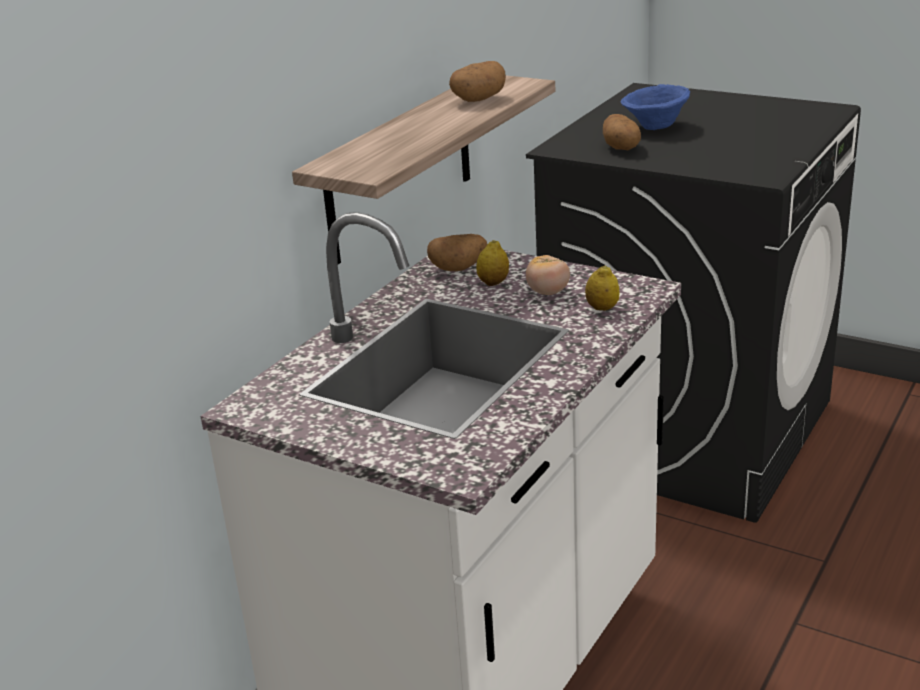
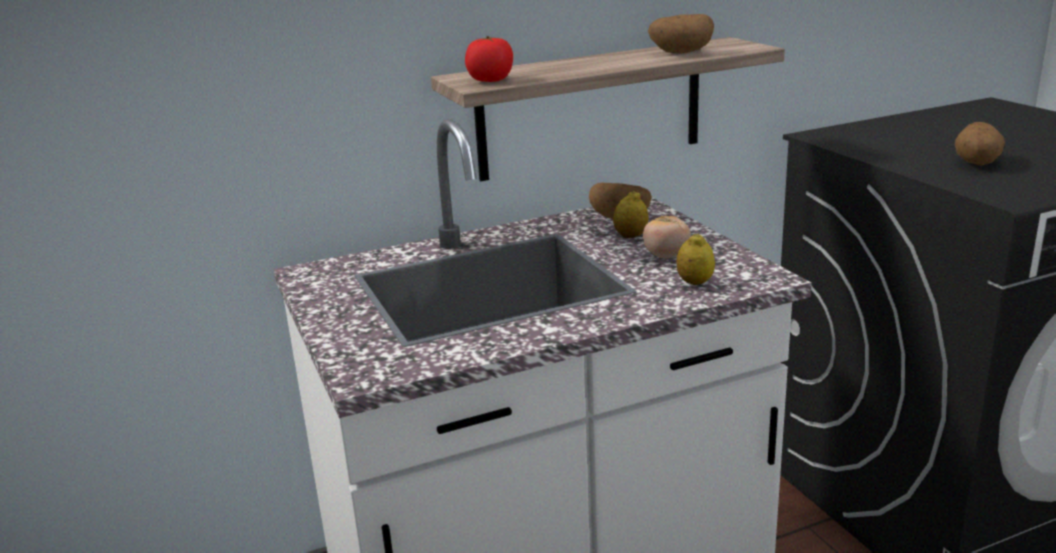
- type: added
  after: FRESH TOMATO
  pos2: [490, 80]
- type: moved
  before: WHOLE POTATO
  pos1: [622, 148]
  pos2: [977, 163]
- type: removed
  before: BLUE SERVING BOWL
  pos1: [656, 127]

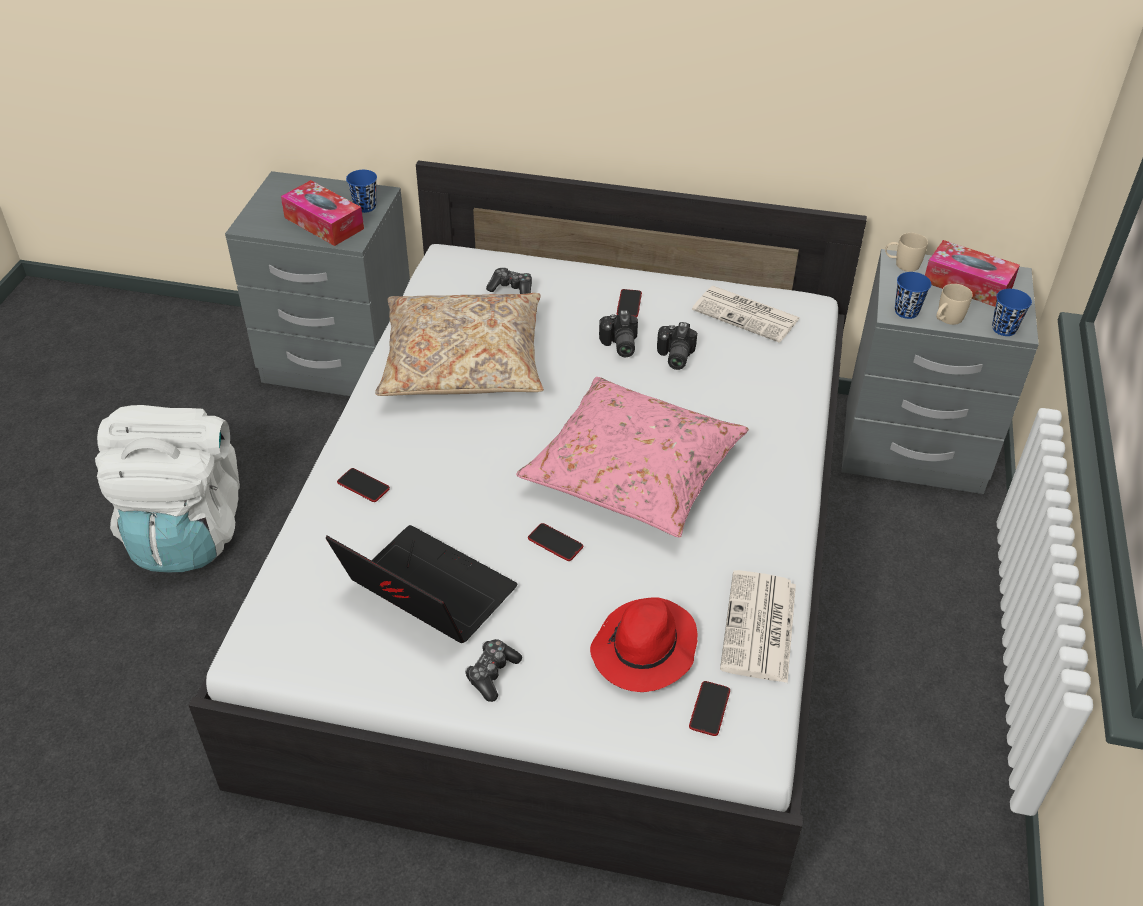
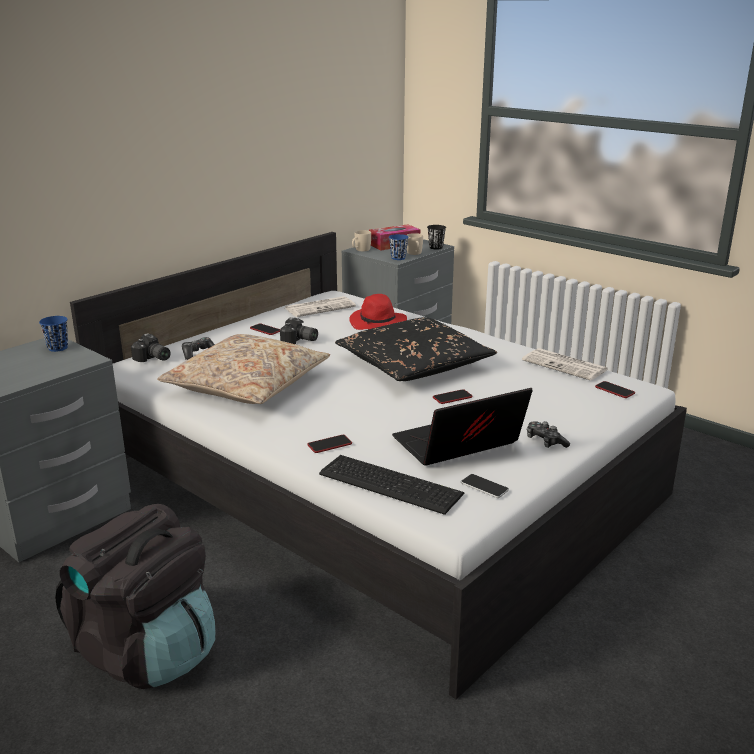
- type: recoloured
  before: WHITE-COLOURED RUCKSACK
  after: BLACK RUCKSACK
  pos1: [187, 530]
  pos2: [147, 651]
- type: moved
  before: PHOTO CAMERA
  pos1: [674, 356]
  pos2: [152, 359]
- type: added
  after: PC KEYBOARD
  pos2: [390, 482]
- type: recoloured
  before: PINKISH CUSHION
  after: BLACK CUSHION
  pos1: [633, 471]
  pos2: [413, 364]
- type: moved
  before: RED CLOTHING HAT
  pos1: [644, 650]
  pos2: [378, 323]
- type: recoloured
  before: BLUE DRINKING CUP
  after: BLACK DRINKING CUP
  pos1: [1004, 329]
  pos2: [436, 247]
- type: added
  after: TELEPHONE
  pos2: [484, 487]
- type: removed
  before: TISSUE BOX
  pos1: [324, 223]

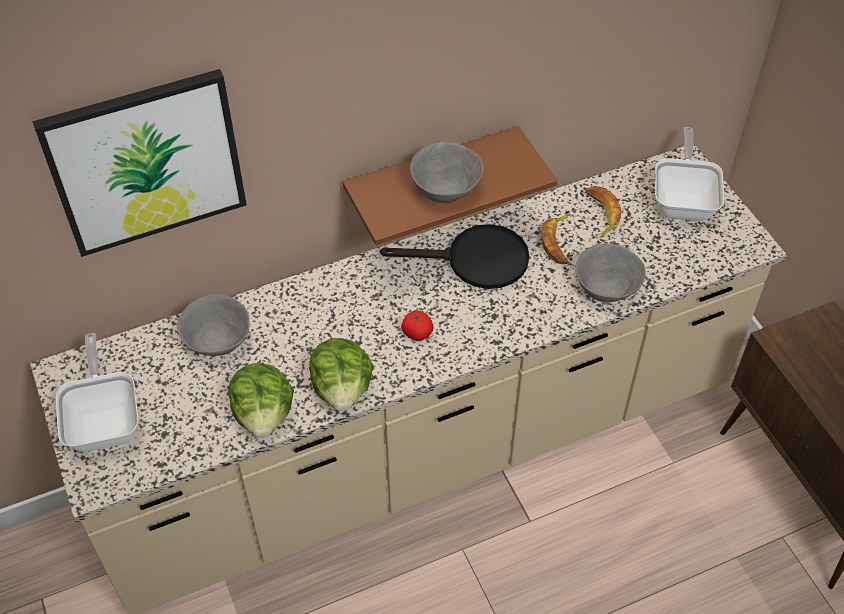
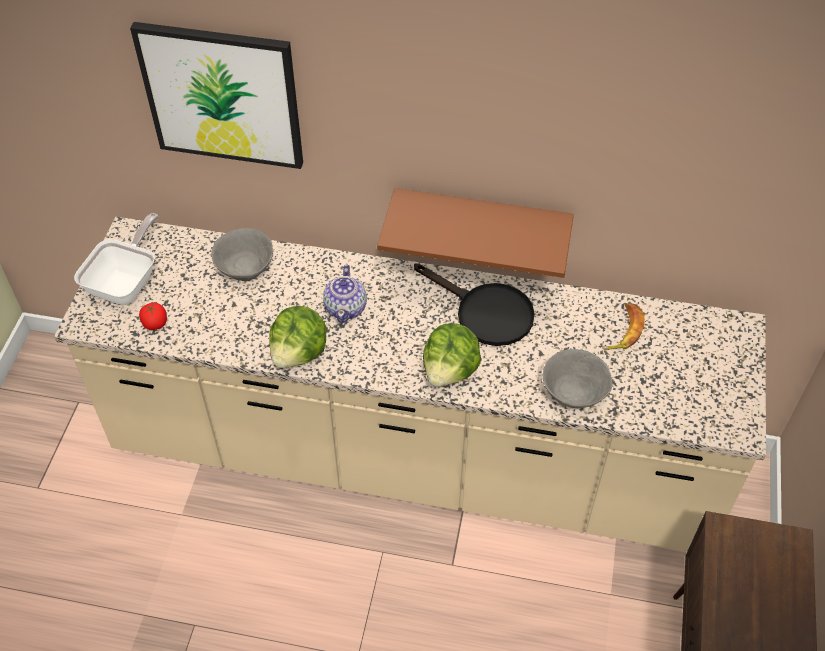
- type: moved
  before: FRESH TOMATO
  pos1: [417, 333]
  pos2: [155, 323]
- type: added
  after: TEAPOT
  pos2: [346, 308]
- type: moved
  before: LETTUCE
  pos1: [264, 415]
  pos2: [450, 371]
- type: removed
  before: GRAY SERVING BOWL
  pos1: [445, 190]
- type: removed
  before: BANANA
  pos1: [558, 242]
- type: removed
  before: SKILLET
  pos1: [684, 200]

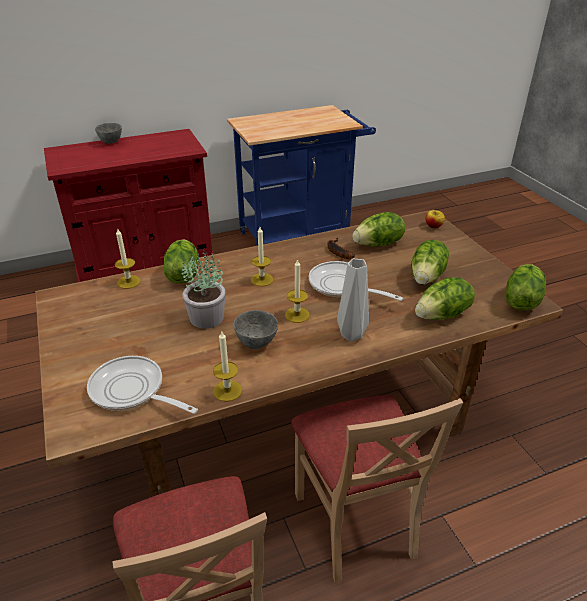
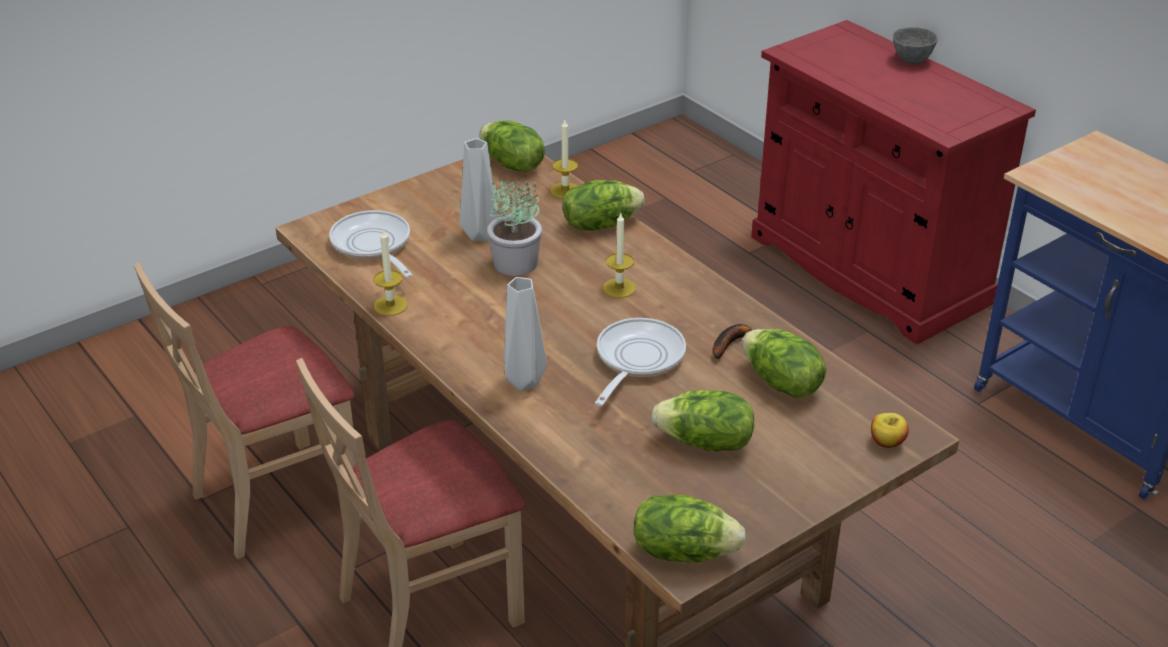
- type: turned
  before: SKILLET
  pos1: [132, 391]
  pos2: [373, 246]
  turn: -45
- type: added
  after: GRAY VASE
  pos2: [481, 235]
- type: moved
  before: LETTUCE
  pos1: [443, 315]
  pos2: [511, 165]
- type: removed
  before: GRAY SERVING BOWL
  pos1: [256, 343]
- type: removed
  before: WAX CANDLE
  pos1: [297, 315]

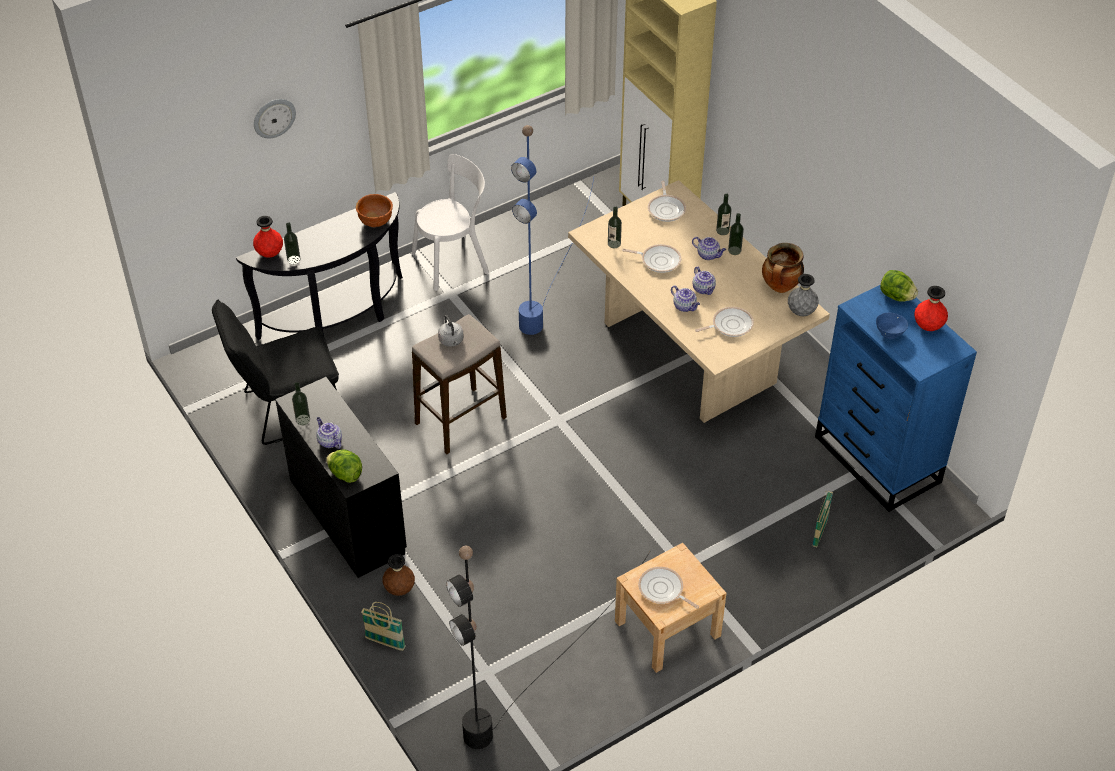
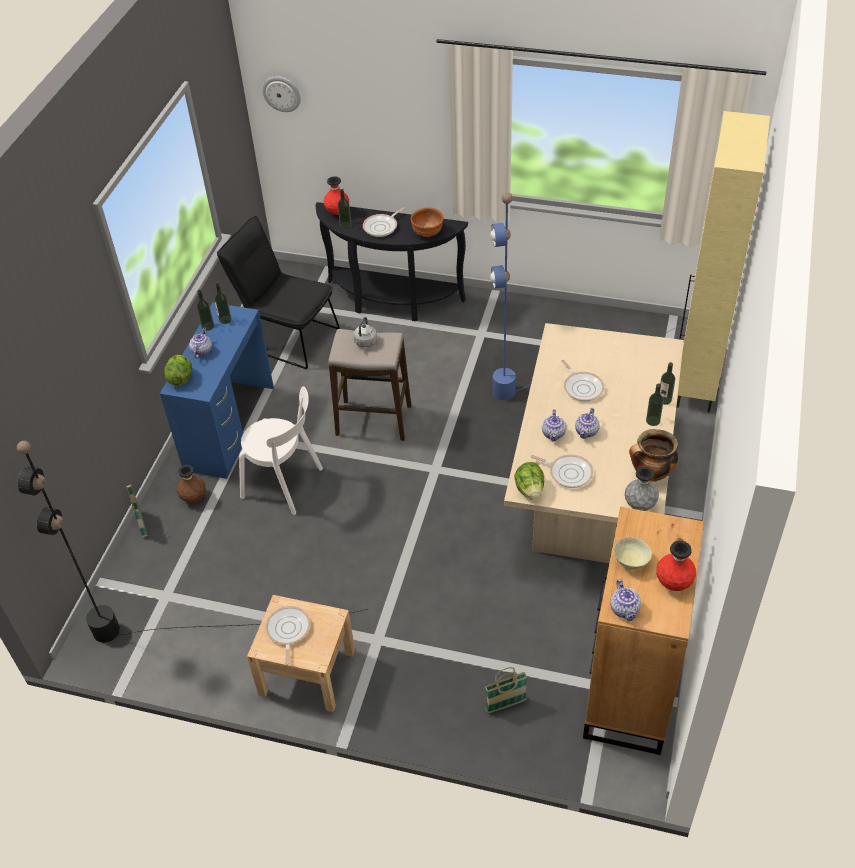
- type: recoloured
  before: BLACK DESK TABLE
  after: BLUE DESK TABLE
  pos1: [346, 516]
  pos2: [229, 427]
- type: moved
  before: BEVERAGE BOTTLE
  pos1: [614, 244]
  pos2: [225, 319]
- type: moved
  before: WHITE-COLOURED PLAIN CHAIR
  pos1: [454, 261]
  pos2: [285, 484]
- type: moved
  before: HANGING CLOCK
  pos1: [274, 117]
  pos2: [282, 93]
- type: moved
  before: SKILLET
  pos1: [666, 209]
  pos2: [382, 227]
- type: moved
  before: LETTUCE
  pos1: [896, 296]
  pos2: [529, 490]
- type: recoloured
  before: BLUE CHEST OF DRAWERS
  after: BROWN-COLOURED CHEST OF DRAWERS
  pos1: [878, 460]
  pos2: [629, 691]
- type: moved
  before: TEAPOT
  pos1: [708, 255]
  pos2: [625, 610]
- type: recoloured
  before: BLUE SERVING BOWL
  after: SAND-COLOURED SERVING BOWL
  pos1: [890, 333]
  pos2: [631, 562]

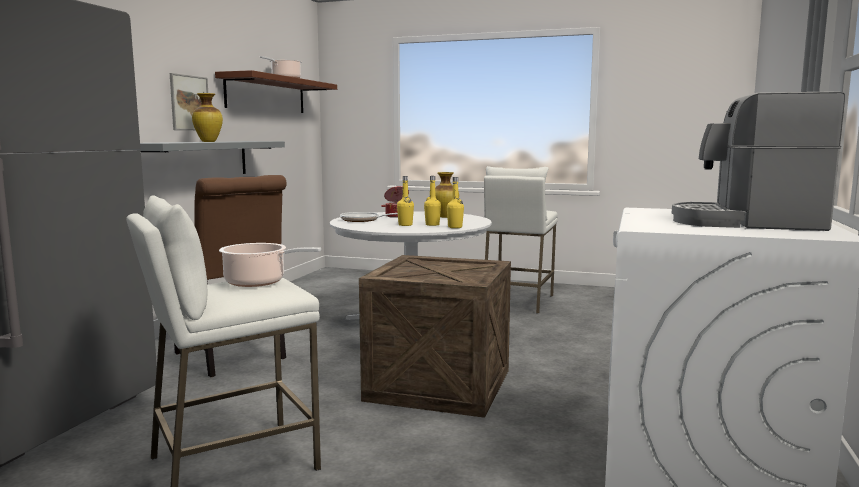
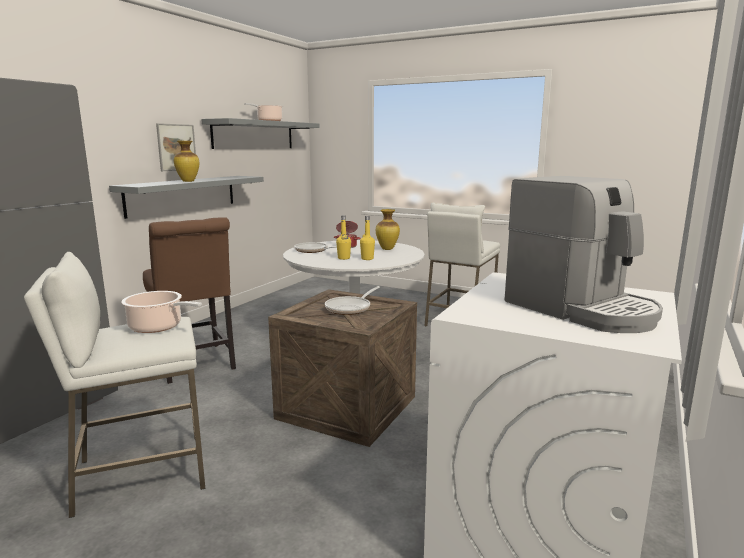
- type: recoloured
  before: BROWN-COLOURED BRACKET SHELF
  after: GRAY BRACKET SHELF
  pos1: [266, 95]
  pos2: [254, 135]
- type: added
  after: SKILLET
  pos2: [350, 308]
- type: turned
  before: COFFEE MACHINE
  pos1: [746, 223]
  pos2: [581, 310]
  turn: -150
- type: removed
  before: YELLOW BEVERAGE BOTTLE
  pos1: [455, 227]

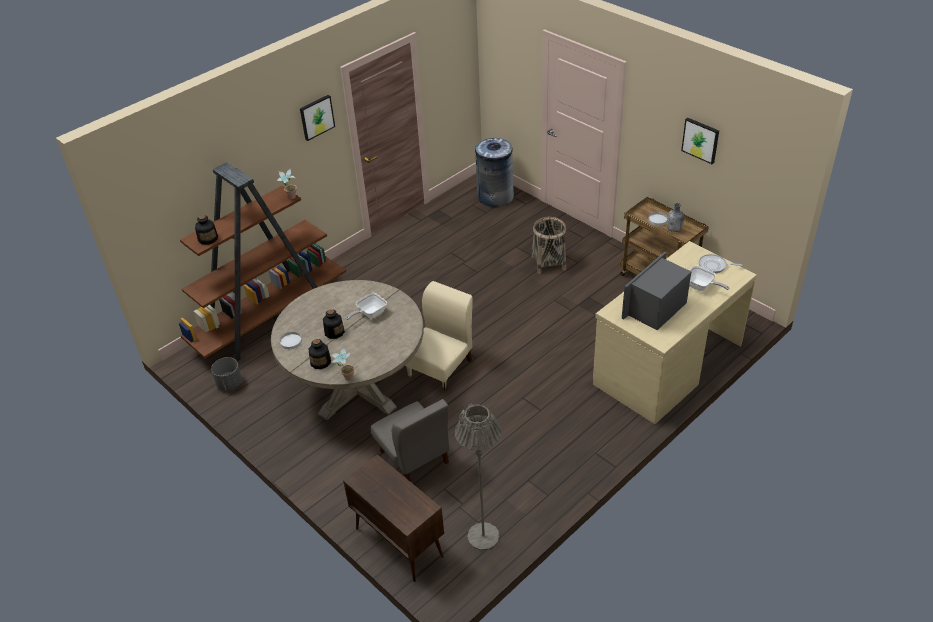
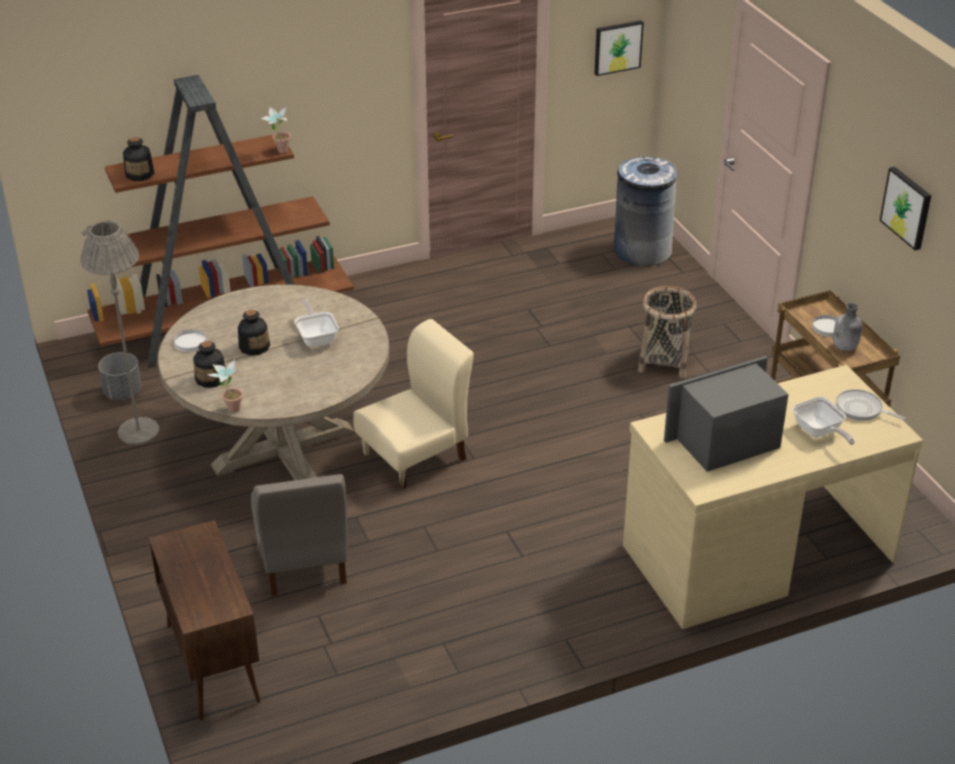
- type: moved
  before: GRAY FLOOR LAMP
  pos1: [483, 536]
  pos2: [138, 431]
- type: turned
  before: SKILLET
  pos1: [369, 314]
  pos2: [316, 337]
  turn: 90
- type: moved
  before: WALL PICTURE
  pos1: [316, 117]
  pos2: [617, 47]

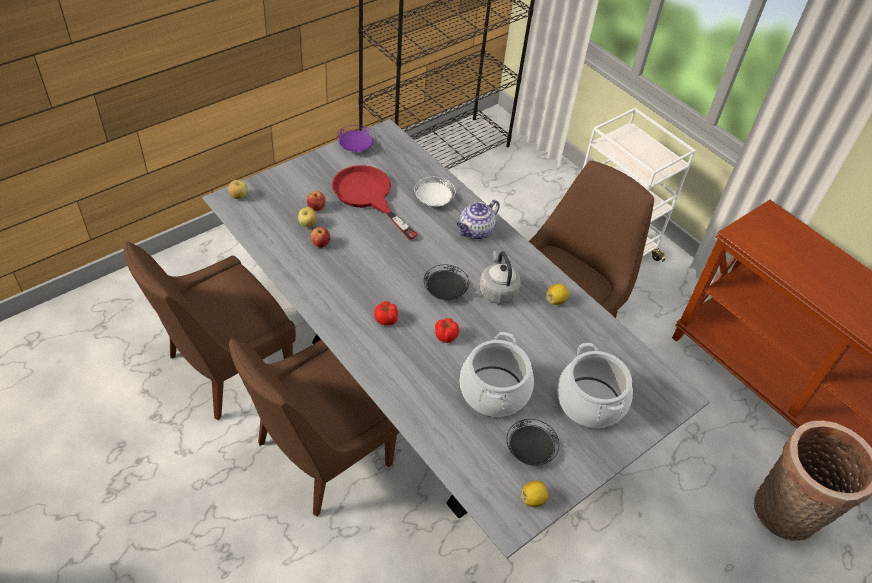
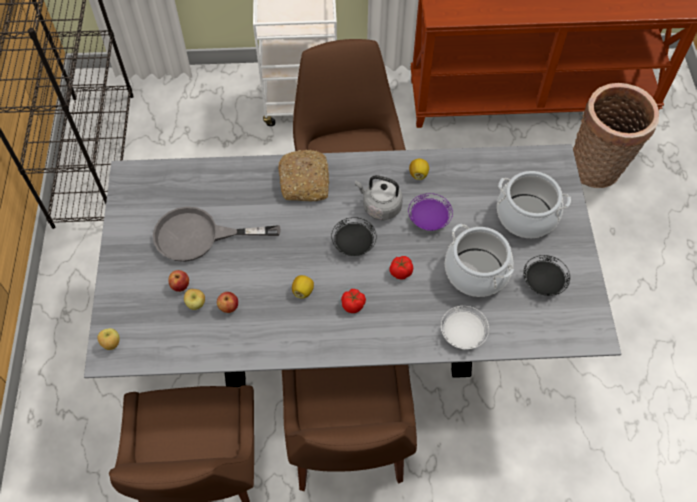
- type: recoloured
  before: RED SKILLET
  after: GRAY SKILLET
  pos1: [368, 196]
  pos2: [199, 236]
- type: replaced
  before: TEAPOT
  after: BAKERY BREAD
  pos1: [475, 231]
  pos2: [305, 182]
- type: moved
  before: CITRUS FRUIT
  pos1: [533, 499]
  pos2: [303, 291]
- type: moved
  before: PURPLISH FLAT DISH
  pos1: [356, 147]
  pos2: [429, 219]
- type: moved
  before: WHITE-COLOURED FLAT DISH
  pos1: [434, 200]
  pos2: [462, 333]

